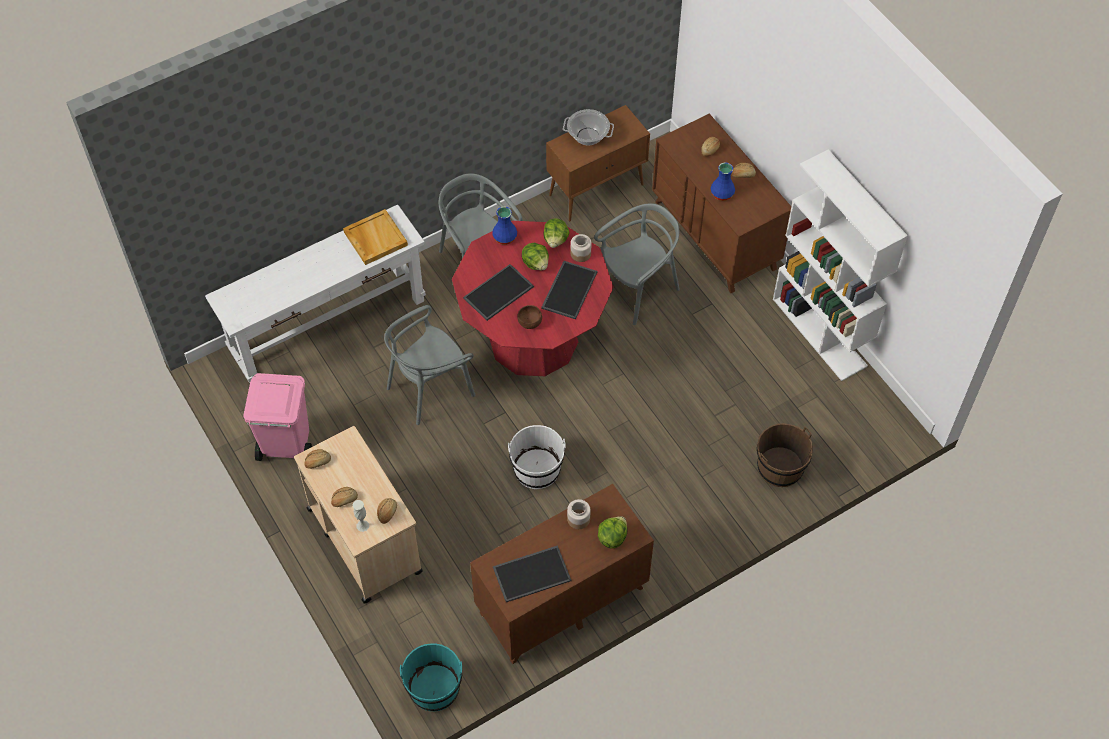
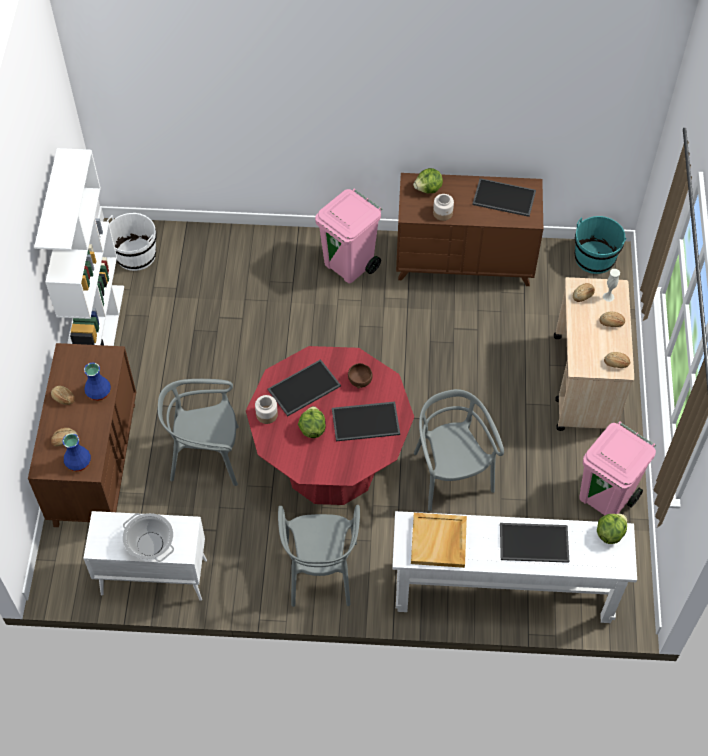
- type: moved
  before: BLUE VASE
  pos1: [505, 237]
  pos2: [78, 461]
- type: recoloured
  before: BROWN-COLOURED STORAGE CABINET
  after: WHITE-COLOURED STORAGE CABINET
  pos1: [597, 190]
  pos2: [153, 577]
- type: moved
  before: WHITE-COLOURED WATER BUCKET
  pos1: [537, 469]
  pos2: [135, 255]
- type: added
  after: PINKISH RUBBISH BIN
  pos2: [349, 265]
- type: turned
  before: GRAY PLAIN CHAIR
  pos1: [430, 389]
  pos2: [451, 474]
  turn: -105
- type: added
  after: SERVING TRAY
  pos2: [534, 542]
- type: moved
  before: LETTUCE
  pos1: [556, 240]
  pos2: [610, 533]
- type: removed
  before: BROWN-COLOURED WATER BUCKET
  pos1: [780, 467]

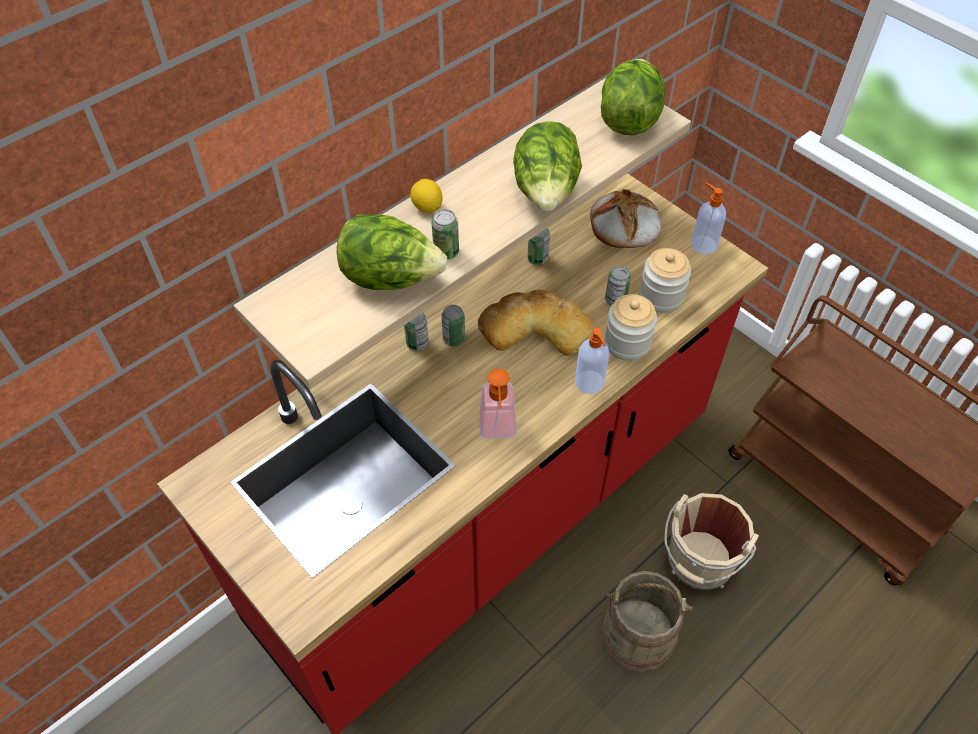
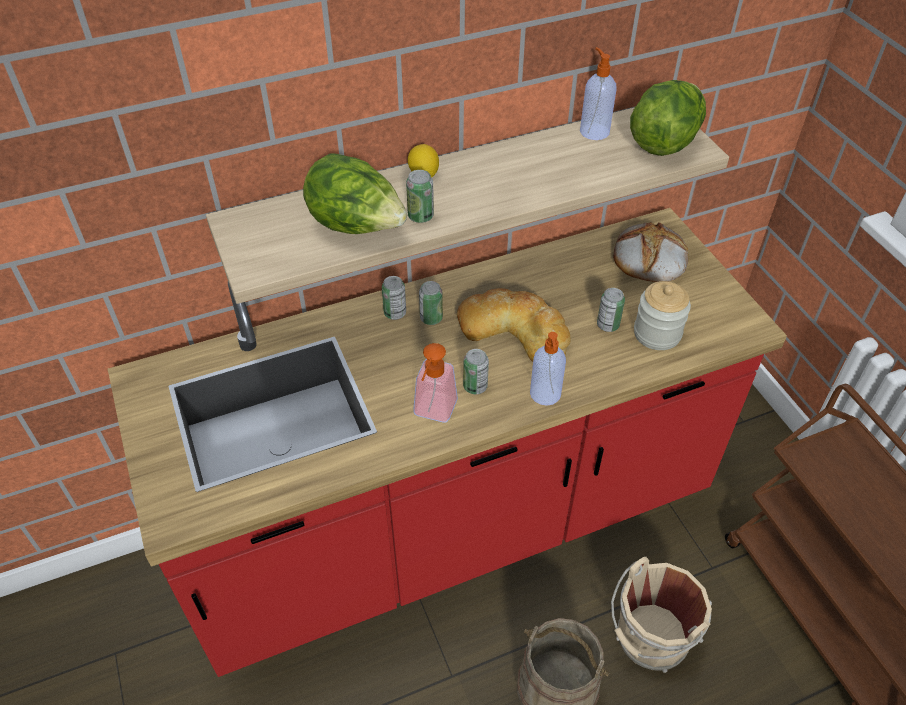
- type: moved
  before: METAL CAN
  pos1: [537, 258]
  pos2: [475, 386]
- type: moved
  before: LIQUID SOAP BOTTLE
  pos1: [703, 244]
  pos2: [594, 131]
- type: removed
  before: LETTUCE
  pos1: [546, 193]
- type: removed
  before: JAR
  pos1: [627, 343]

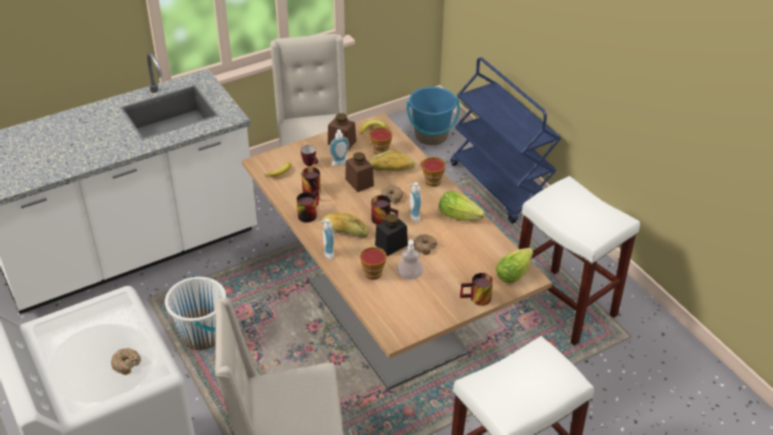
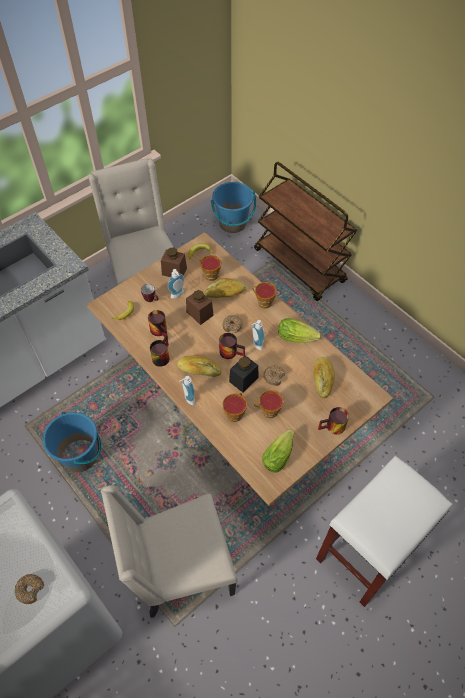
- type: recoloured
  before: WHITE-COLOURED WATER BUCKET
  after: BLUE WATER BUCKET
  pos1: [202, 335]
  pos2: [80, 456]
- type: recoloured
  before: BLUE TROLLEY
  after: BROWN-COLOURED TROLLEY
  pos1: [500, 186]
  pos2: [300, 266]
- type: replaced
  before: LIQUID SOAP BOTTLE
  after: DRINKING CUP
  pos1: [409, 275]
  pos2: [268, 411]
- type: moved
  before: LETTUCE
  pos1: [515, 272]
  pos2: [279, 454]
- type: added
  after: BAKERY BREAD
  pos2: [322, 379]
- type: removed
  before: WHITE-COLOURED STOOL SEAT
  pos1: [565, 307]

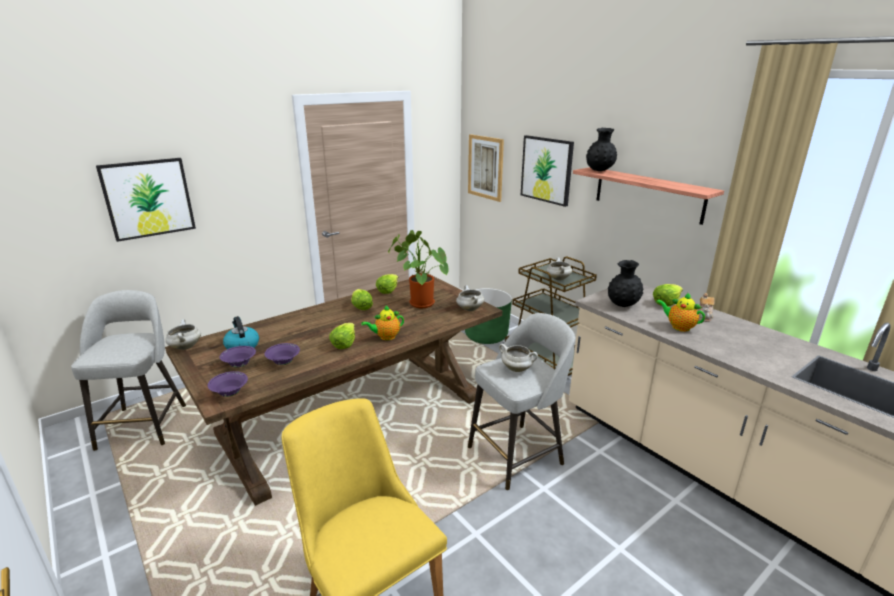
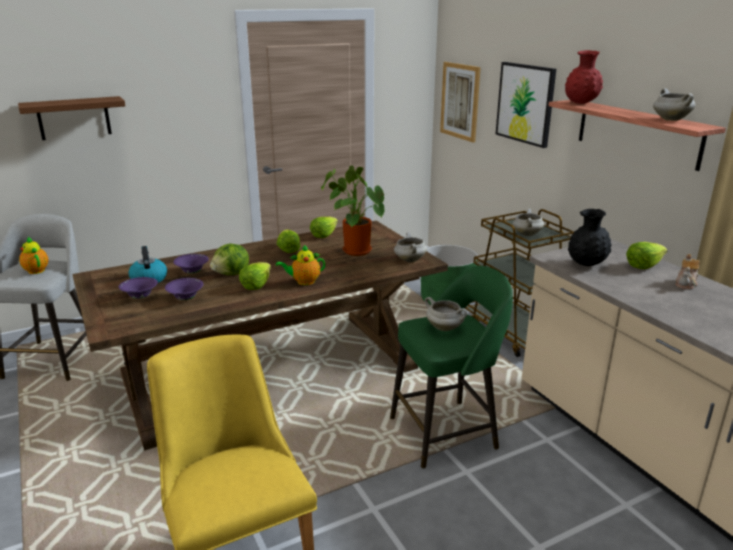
- type: replaced
  before: WALL PICTURE
  after: BROWN-COLOURED BRACKET SHELF
  pos1: [148, 198]
  pos2: [74, 118]
- type: moved
  before: TEAPOT
  pos1: [678, 327]
  pos2: [36, 270]
- type: moved
  before: PURPLISH SERVING BOWL
  pos1: [230, 393]
  pos2: [192, 272]
- type: added
  after: LETTUCE
  pos2: [232, 274]
- type: recoloured
  before: GRAY STOOL SEAT
  after: GREEN STOOL SEAT
  pos1: [517, 454]
  pos2: [446, 432]
- type: recoloured
  before: BLACK VASE
  after: RED VASE
  pos1: [599, 171]
  pos2: [581, 103]
- type: moved
  before: WHITE-COLOURED SAUCEPOT
  pos1: [185, 347]
  pos2: [670, 120]

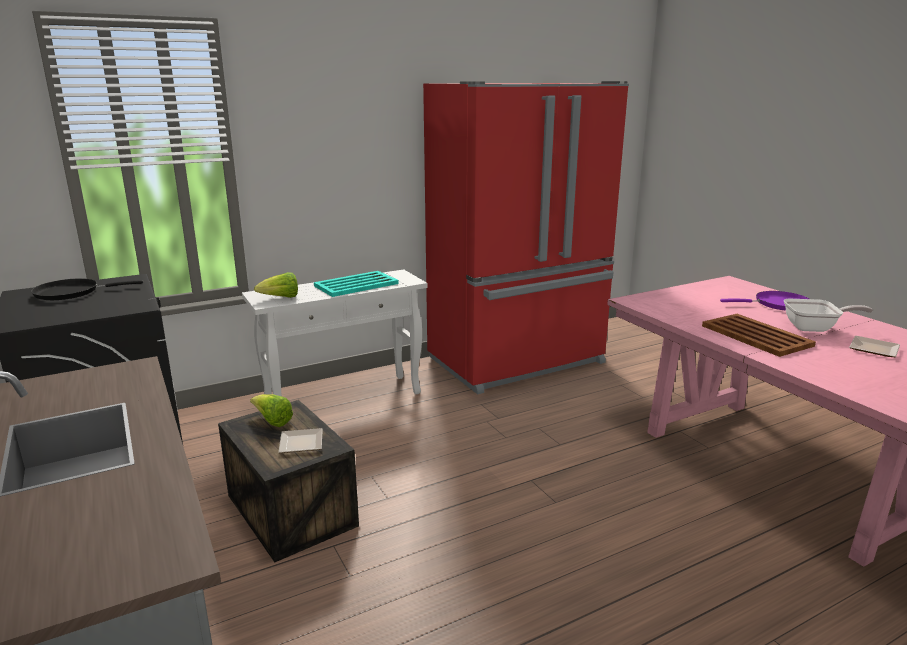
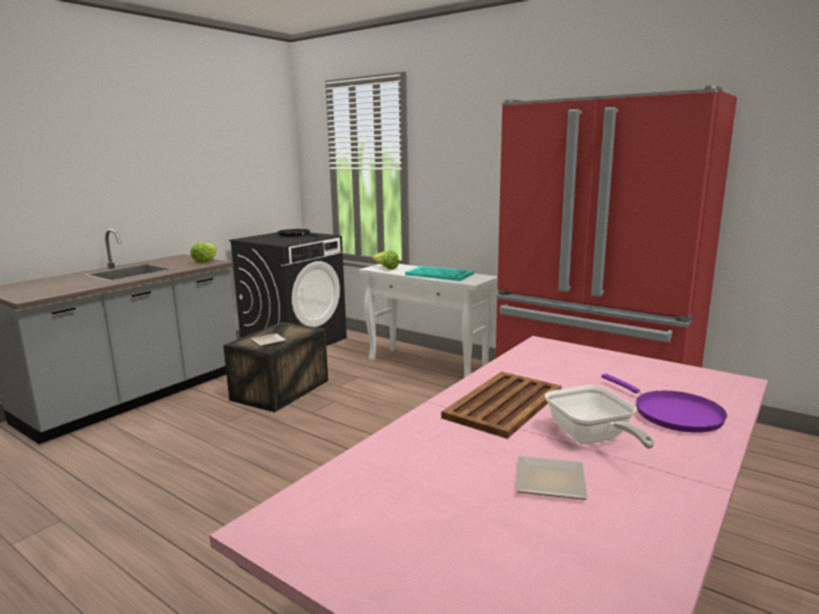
- type: moved
  before: LETTUCE
  pos1: [272, 421]
  pos2: [205, 261]

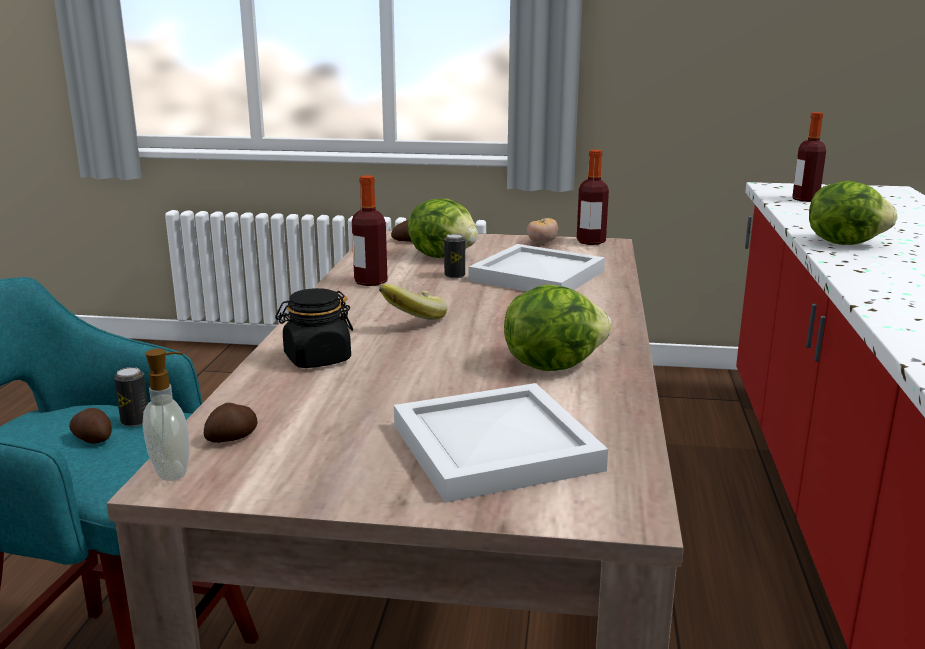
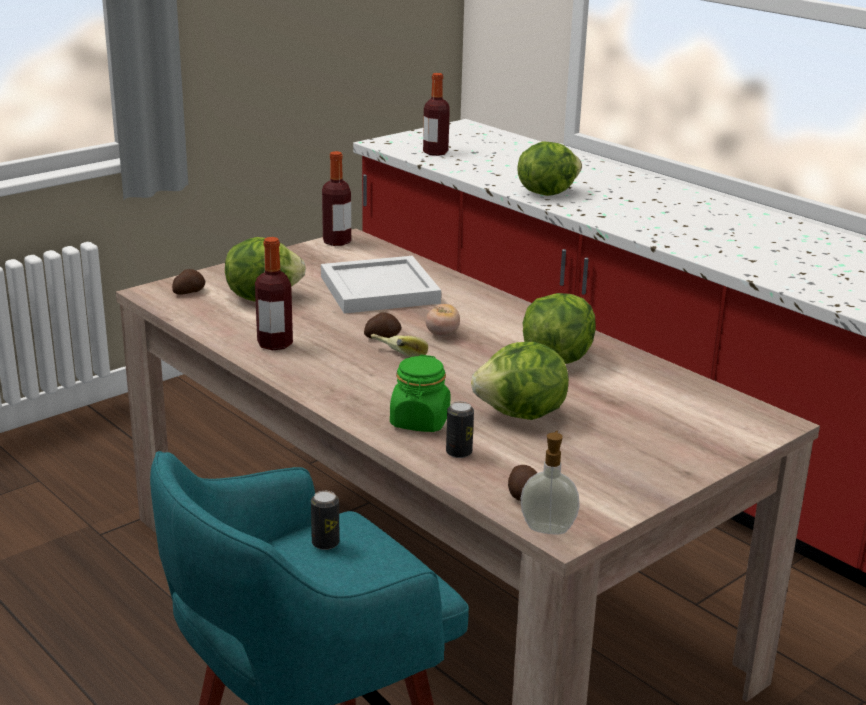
- type: moved
  before: WHOLE POTATO
  pos1: [93, 438]
  pos2: [382, 336]
- type: recoloured
  before: BLACK JAR
  after: GREEN JAR
  pos1: [317, 359]
  pos2: [420, 421]
- type: moved
  before: FRESH TOMATO
  pos1: [542, 243]
  pos2: [442, 334]
- type: moved
  before: METAL CAN
  pos1: [454, 276]
  pos2: [459, 452]
- type: added
  after: LETTUCE
  pos2: [521, 415]
- type: removed
  before: WHITE-COLOURED SERVING TRAY
  pos1: [493, 448]

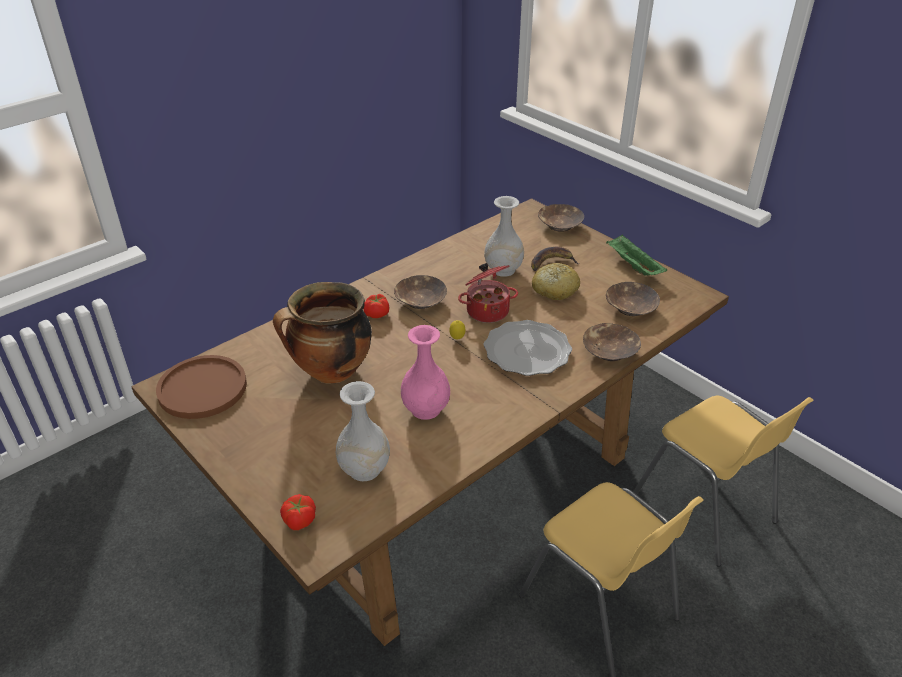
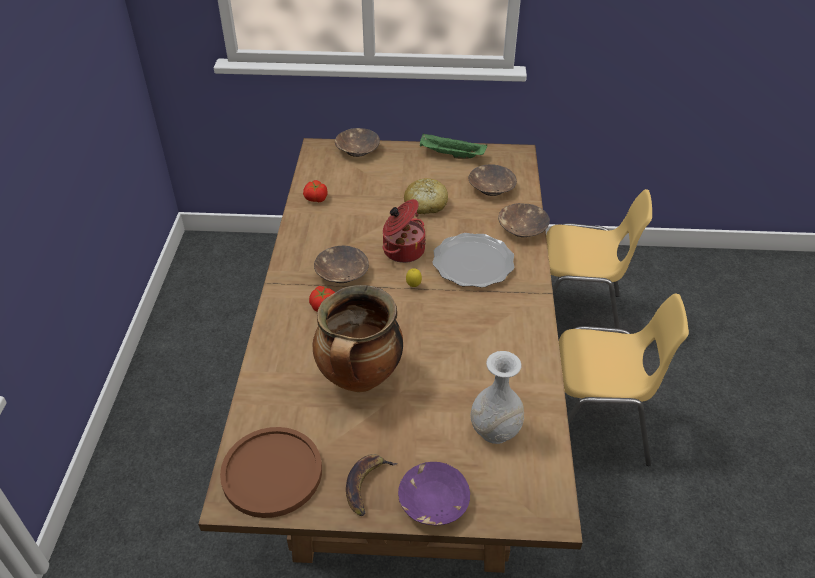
- type: moved
  before: FRESH TOMATO
  pos1: [299, 520]
  pos2: [316, 198]
- type: moved
  before: BANANA
  pos1: [551, 263]
  pos2: [366, 484]
- type: added
  after: PURPLISH SERVING BOWL
  pos2: [432, 502]
- type: removed
  before: PINKISH VASE
  pos1: [426, 409]
- type: removed
  before: WHITE-COLOURED VASE
  pos1: [503, 270]

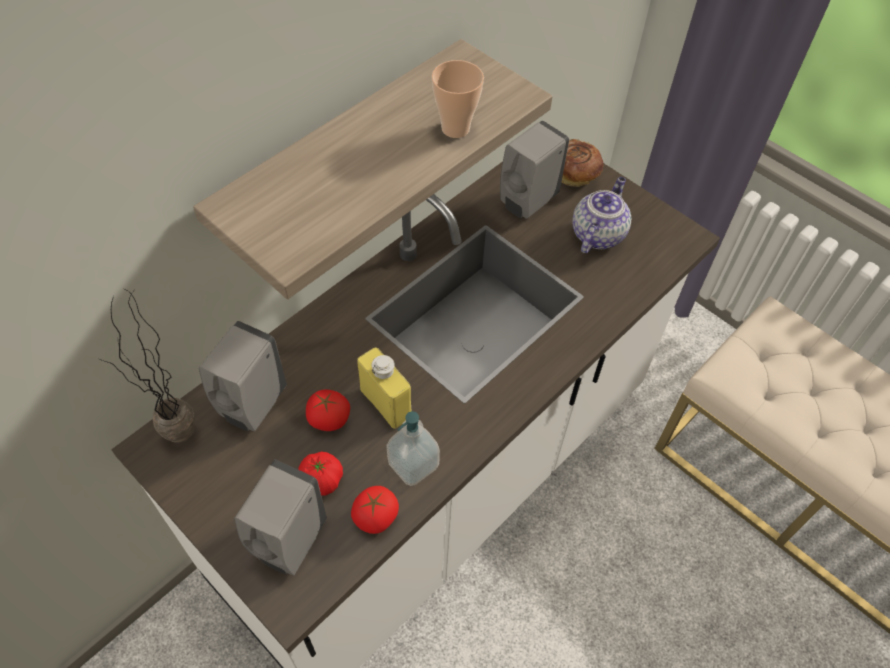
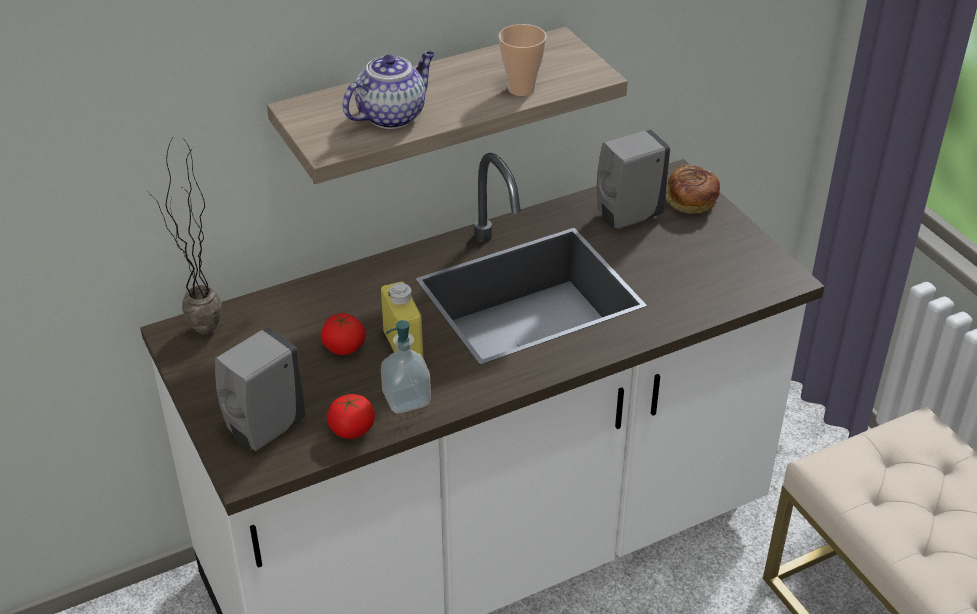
- type: moved
  before: TEAPOT
  pos1: [597, 234]
  pos2: [392, 115]
- type: removed
  before: GRAY LIQUID SOAP BOTTLE
  pos1: [251, 406]
- type: removed
  before: FRESH TOMATO
  pos1: [321, 480]

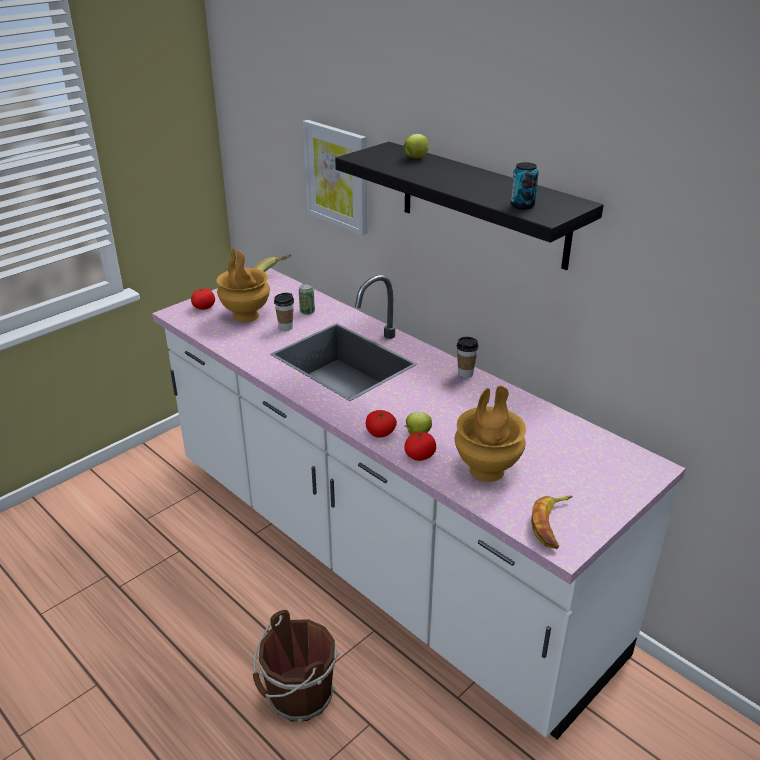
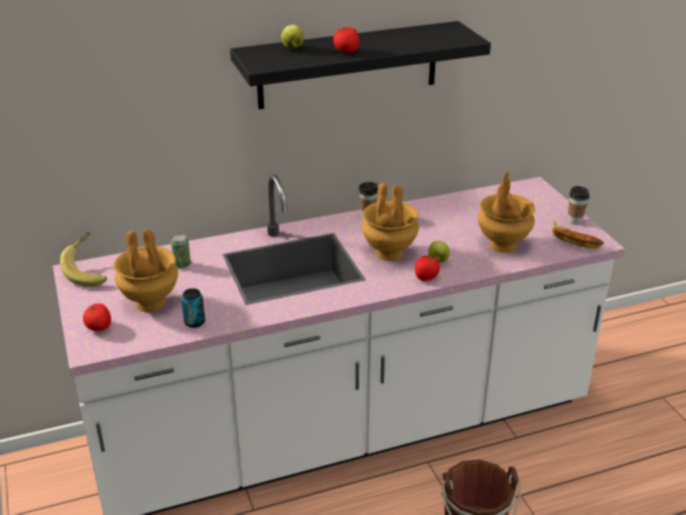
- type: moved
  before: METAL CAN
  pos1: [522, 206]
  pos2: [194, 322]
- type: moved
  before: FRESH TOMATO
  pos1: [420, 456]
  pos2: [346, 51]
- type: added
  after: BROWN-COLOURED VASE
  pos2: [388, 253]
- type: moved
  before: DRINKING CUP
  pos1: [285, 327]
  pos2: [575, 221]
- type: removed
  before: WALL PICTURE
  pos1: [337, 176]

